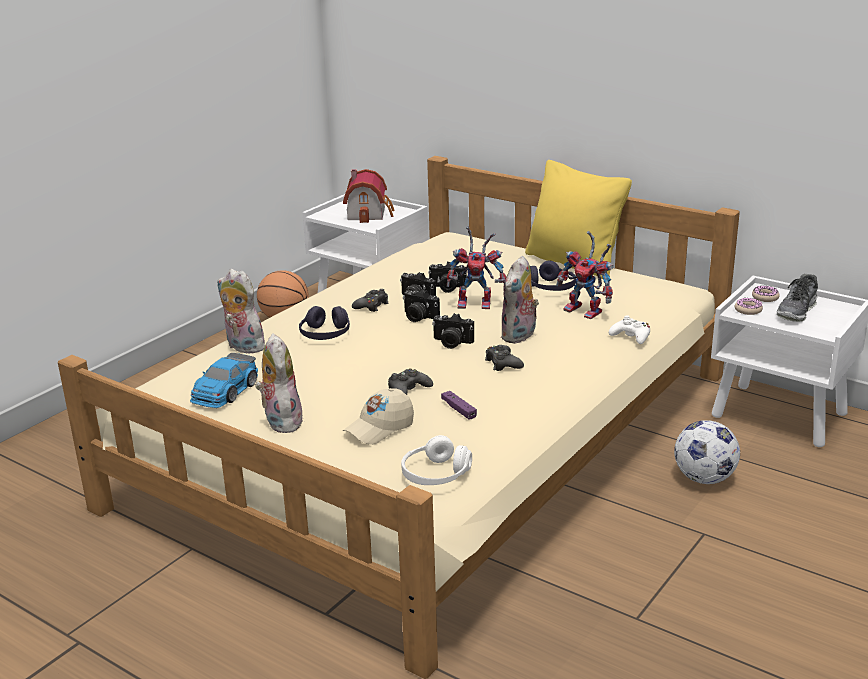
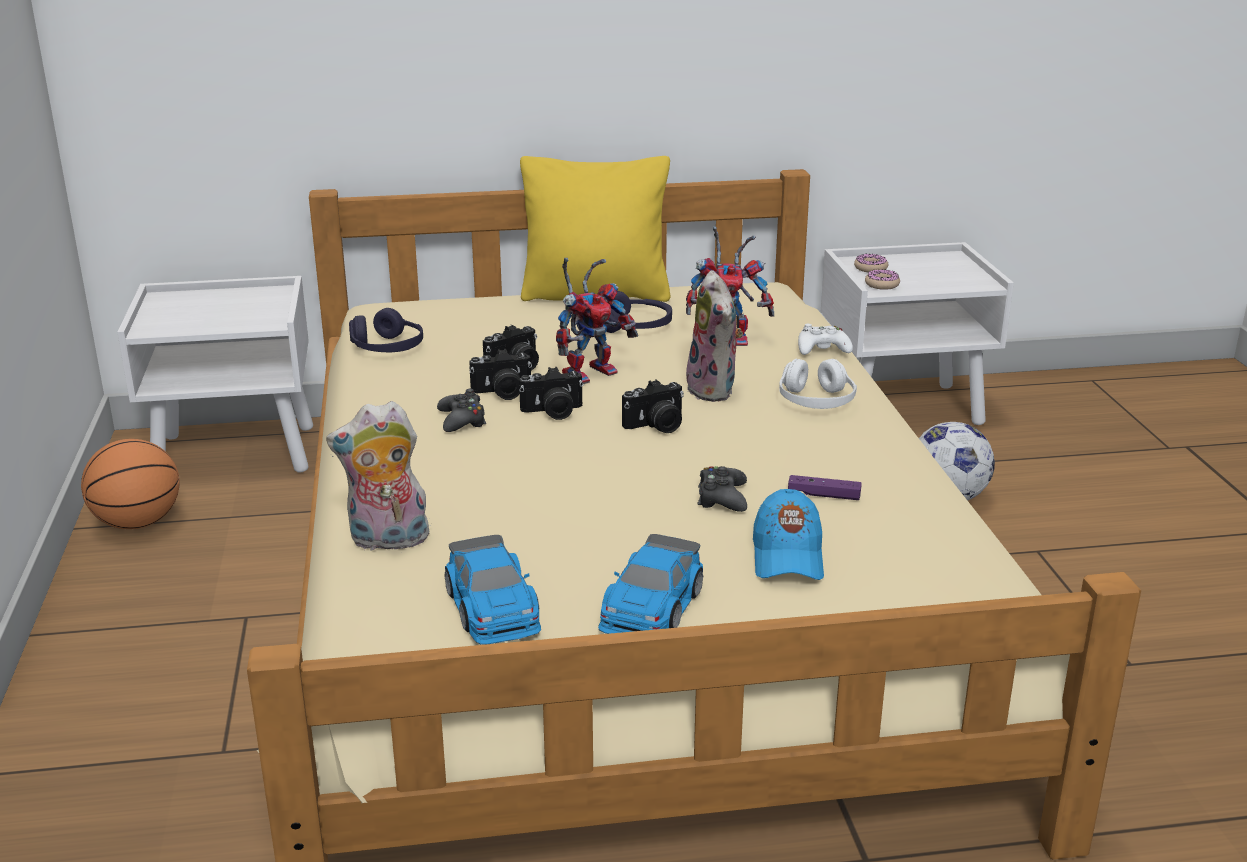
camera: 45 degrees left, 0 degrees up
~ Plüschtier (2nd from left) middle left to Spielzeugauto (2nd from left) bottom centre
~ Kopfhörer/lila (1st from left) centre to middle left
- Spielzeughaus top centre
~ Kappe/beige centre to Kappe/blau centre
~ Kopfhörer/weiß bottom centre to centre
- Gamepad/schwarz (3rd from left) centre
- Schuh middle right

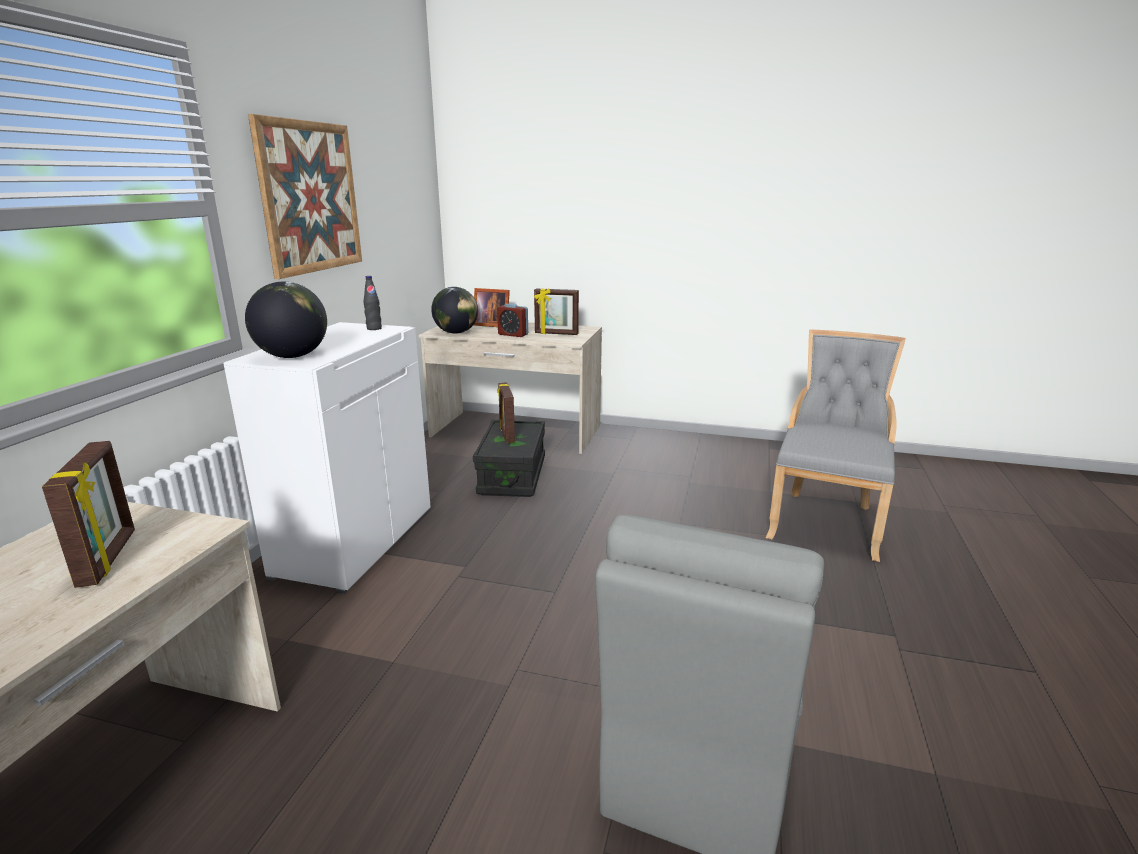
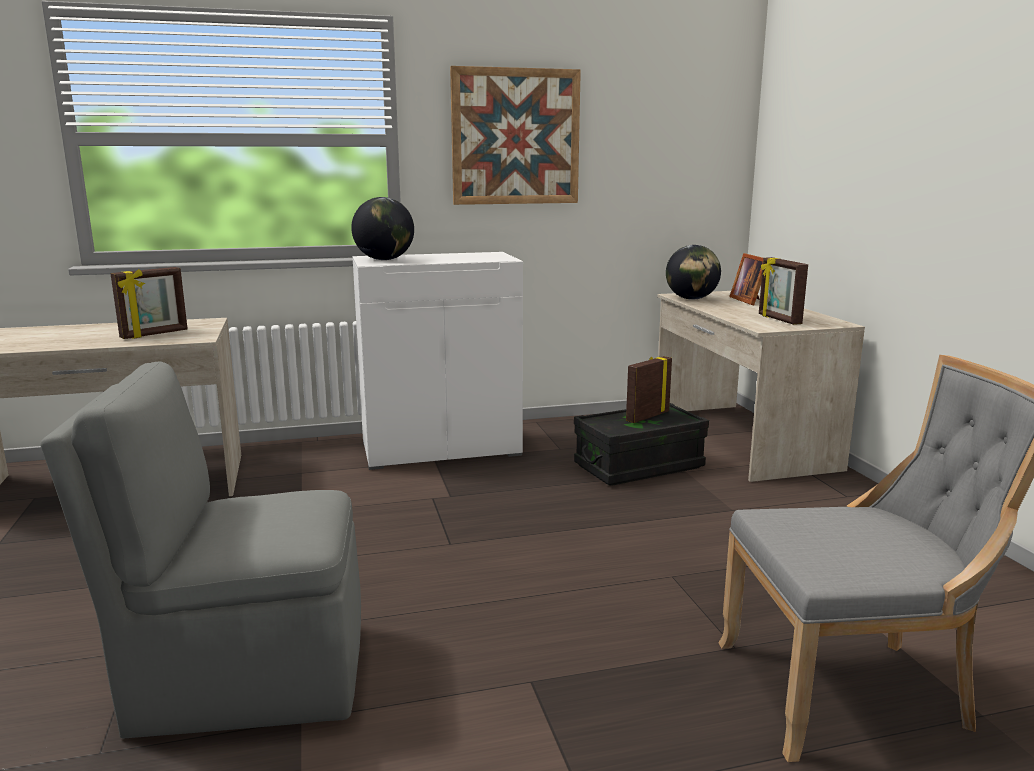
camera: 60 degrees right, 5 degrees down
- Flasche/schwarz middle left
- Wecker centre

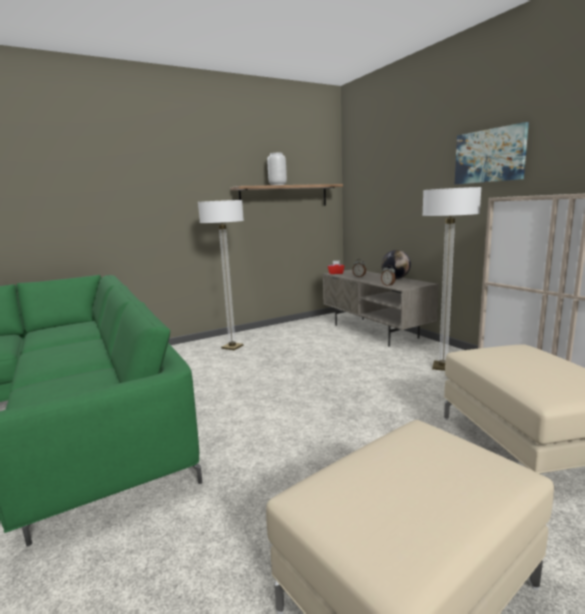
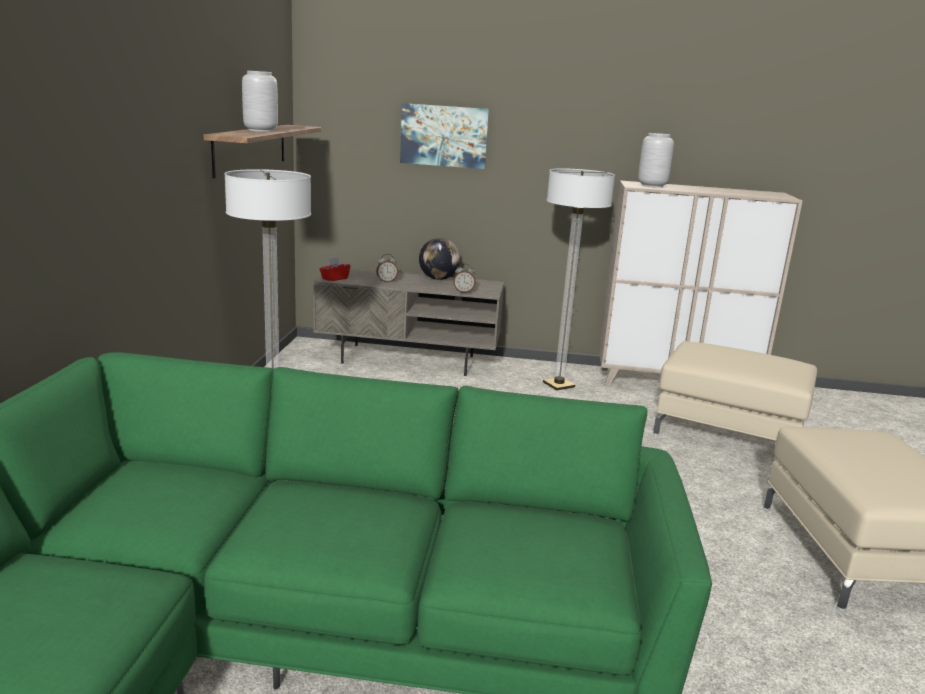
camera: 55 degrees left, 5 degrees up
~ Bild top right to top centre
+ Vase/grau (2nd from left) top right

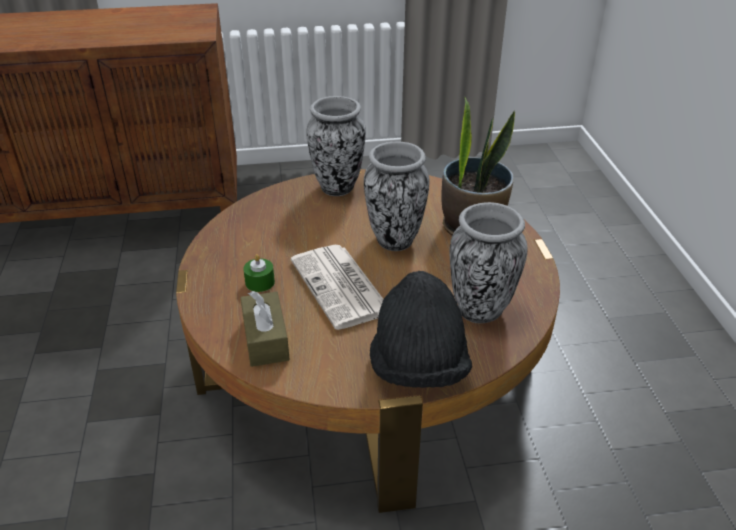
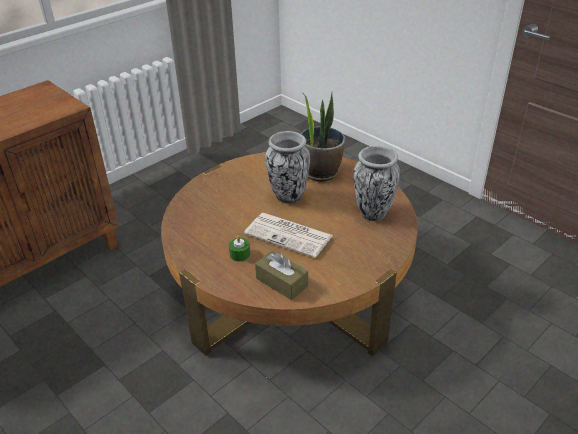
camera: 35 degrees left, 0 degrees up
- Vase (1st from left) top centre
- Hut/schwarz centre

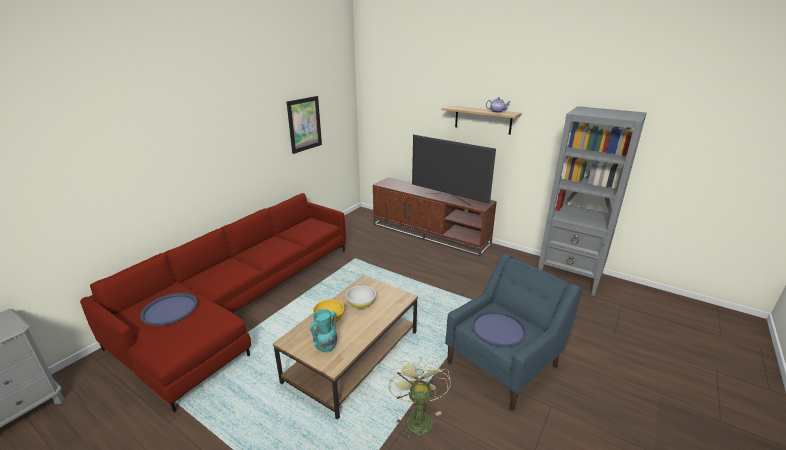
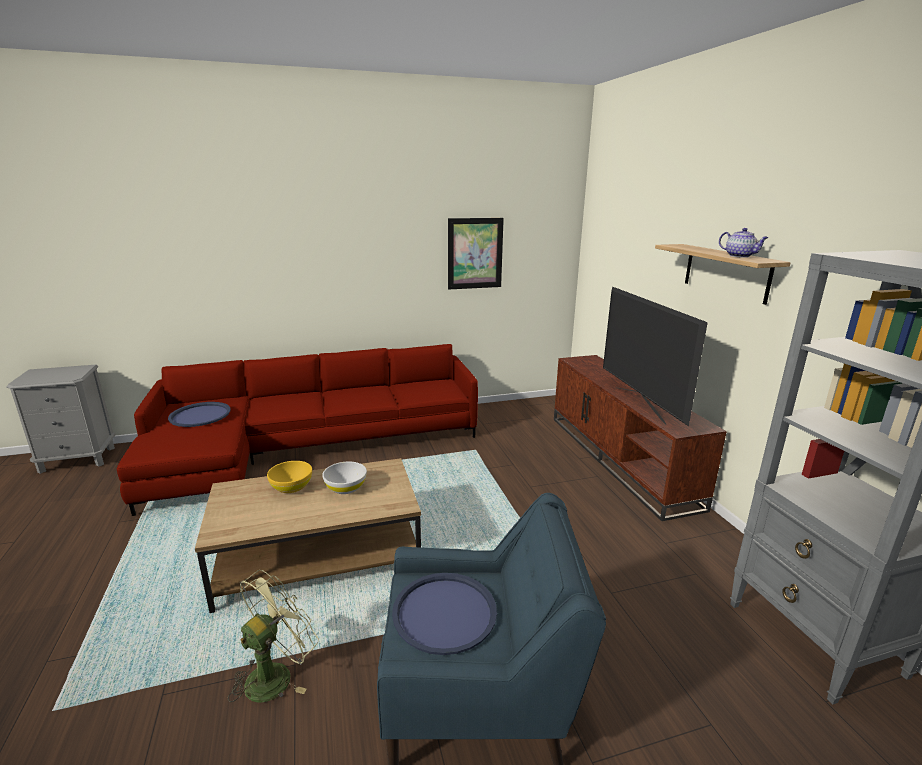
camera: 40 degrees right, 5 degrees down
- Vase/türkis bottom centre

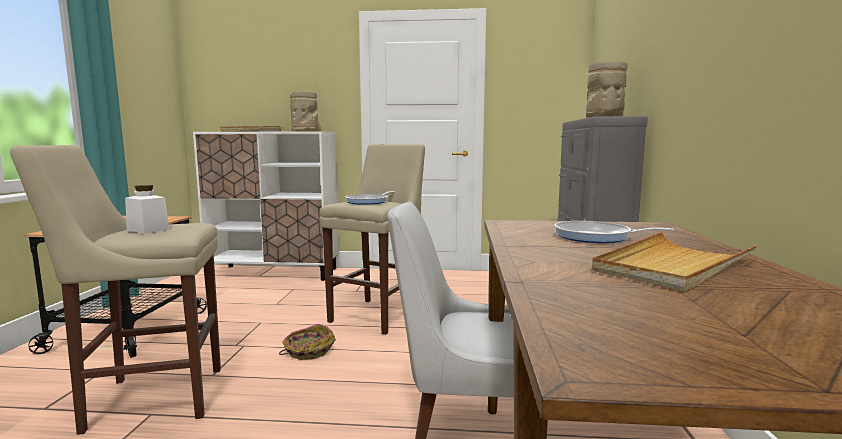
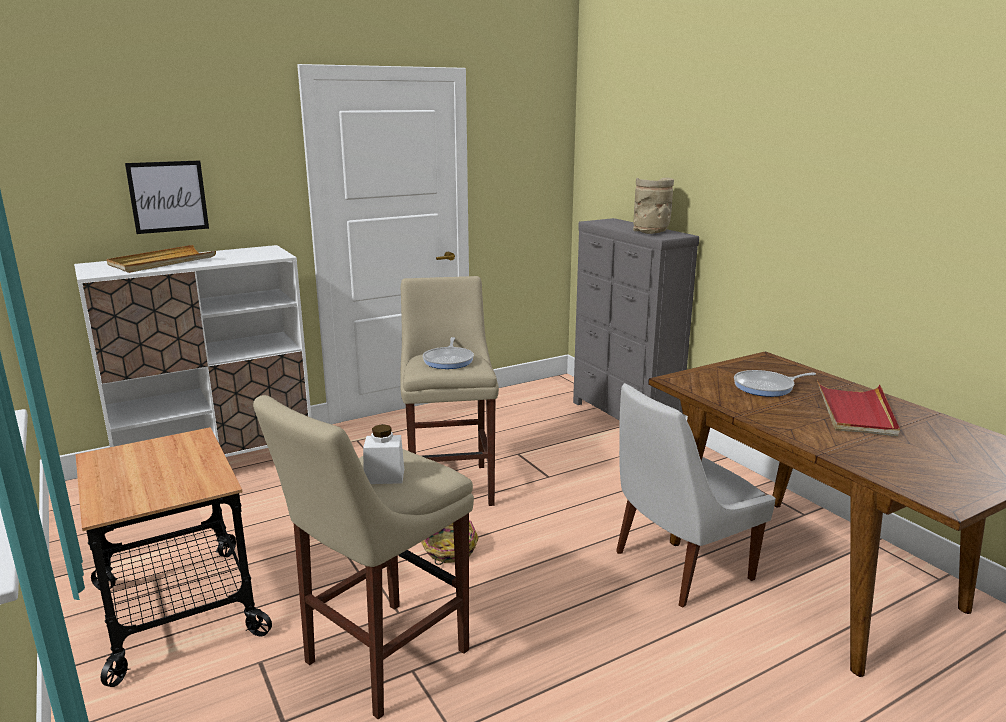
camera: 35 degrees left, 10 degrees up
- Vase/beige (1st from left) top centre
~ Tablett/beige (2nd from left) middle right to Tablett/rot middle right
+ Bild top left

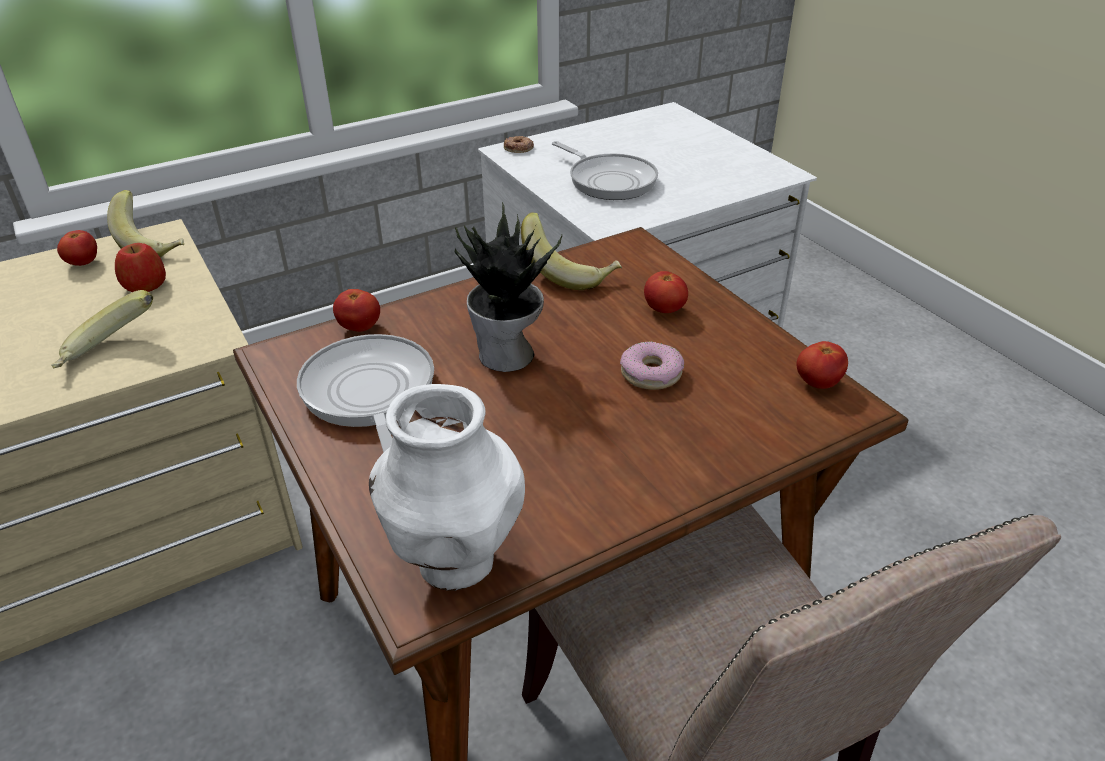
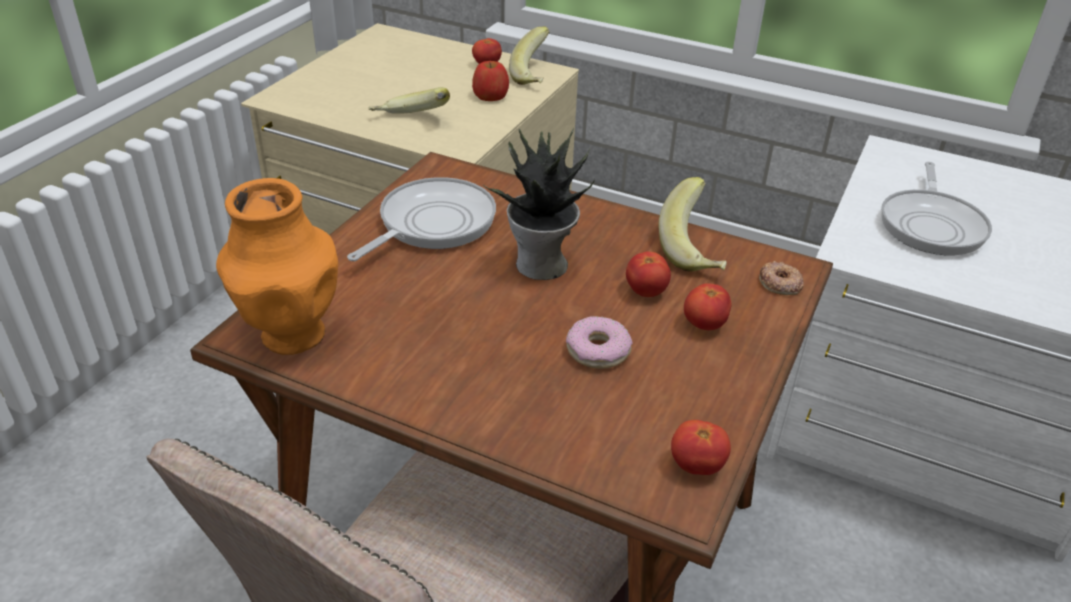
camera: 55 degrees right, 0 degrees up
~ Tomate (2nd from left) middle left to centre
~ Vase/weiß centre to Vase/orange middle left
~ Donut (1st from left in the first image) top centre to Donut (2nd from left) middle right

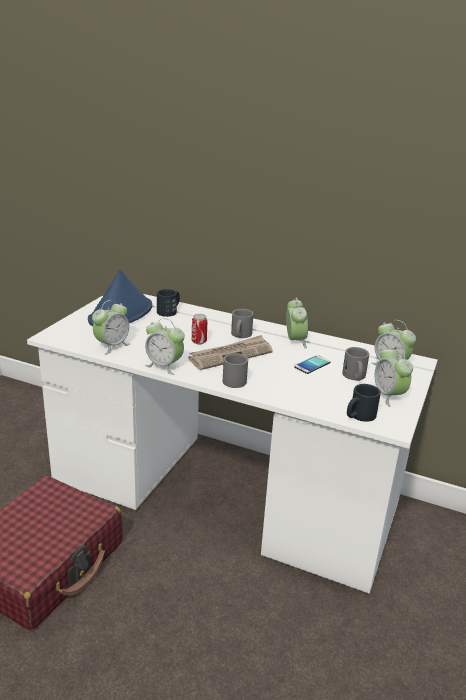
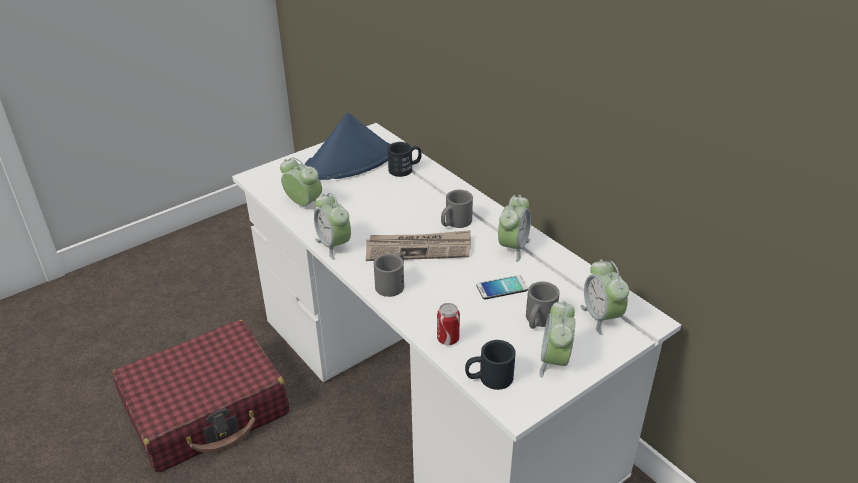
camera: 30 degrees right, 10 degrees up
~ Wecker (1st from left) middle left = centre 120 degrees counterclockwise
~ Dose centre to bottom centre

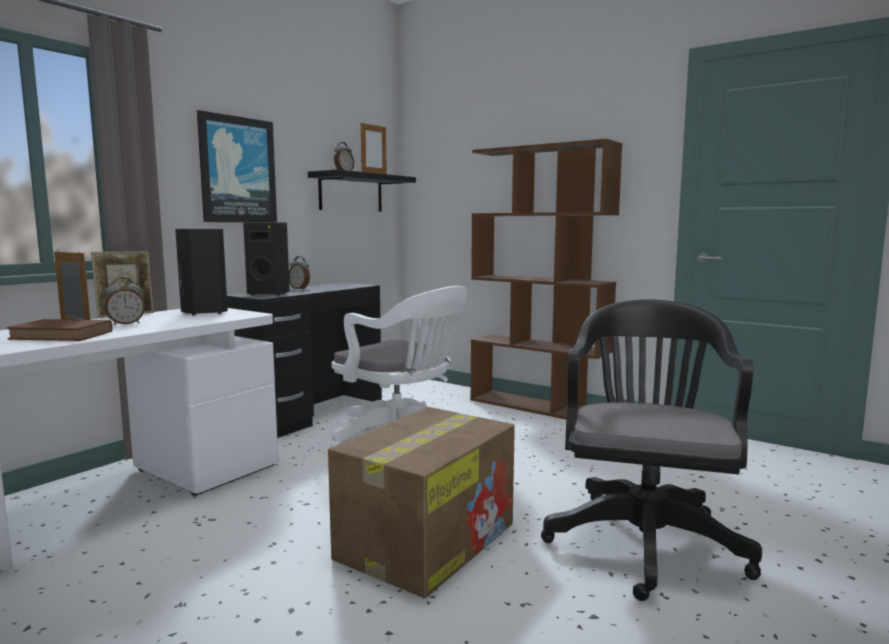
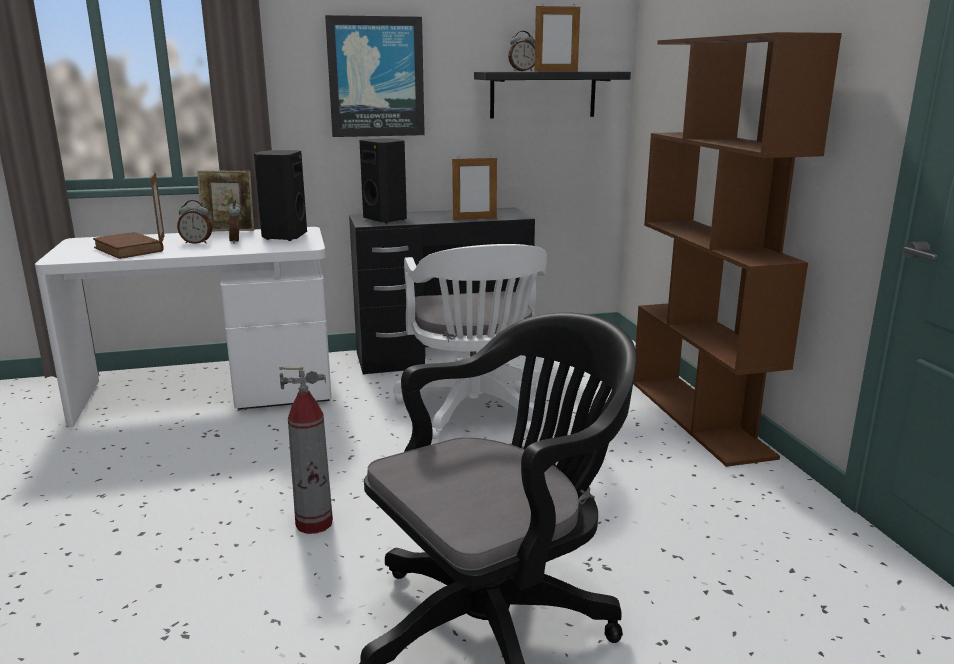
camera: 40 degrees right, 10 degrees up
~ Wecker (2nd from left) centre to top left
~ Karton bottom centre to Feuerlöscher bottom left
+ Bilderrahmen (3rd from left) top centre

